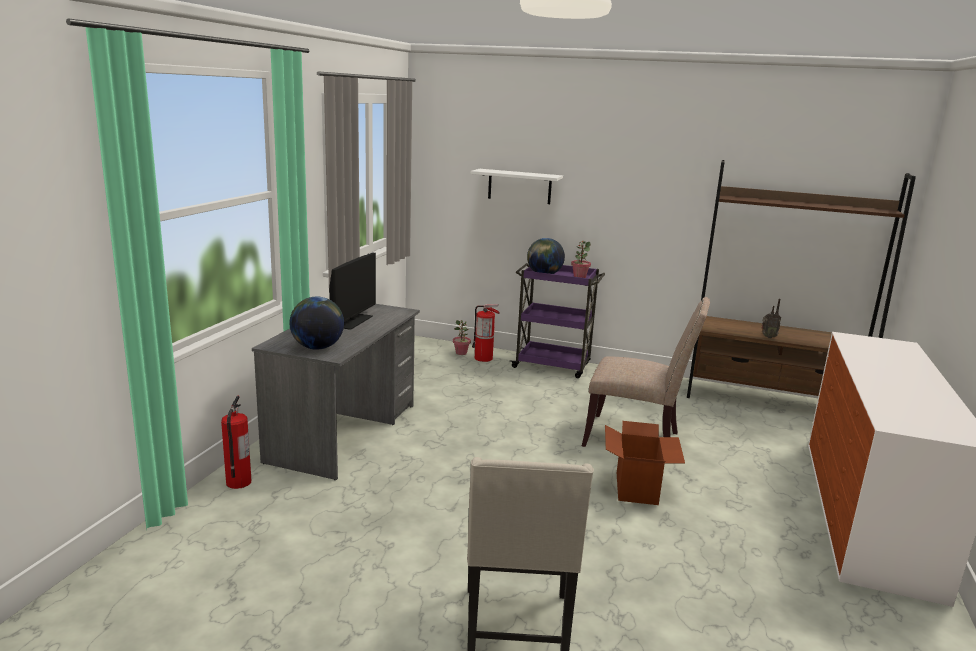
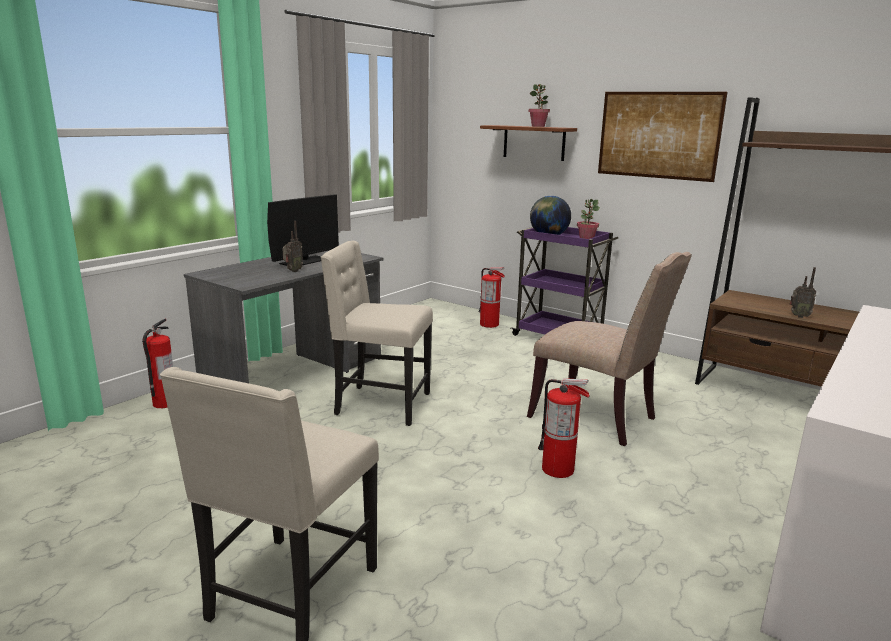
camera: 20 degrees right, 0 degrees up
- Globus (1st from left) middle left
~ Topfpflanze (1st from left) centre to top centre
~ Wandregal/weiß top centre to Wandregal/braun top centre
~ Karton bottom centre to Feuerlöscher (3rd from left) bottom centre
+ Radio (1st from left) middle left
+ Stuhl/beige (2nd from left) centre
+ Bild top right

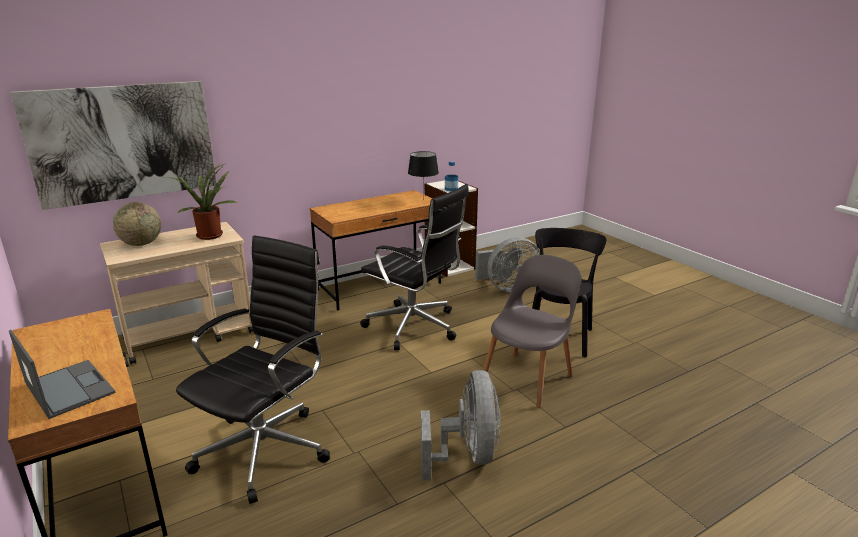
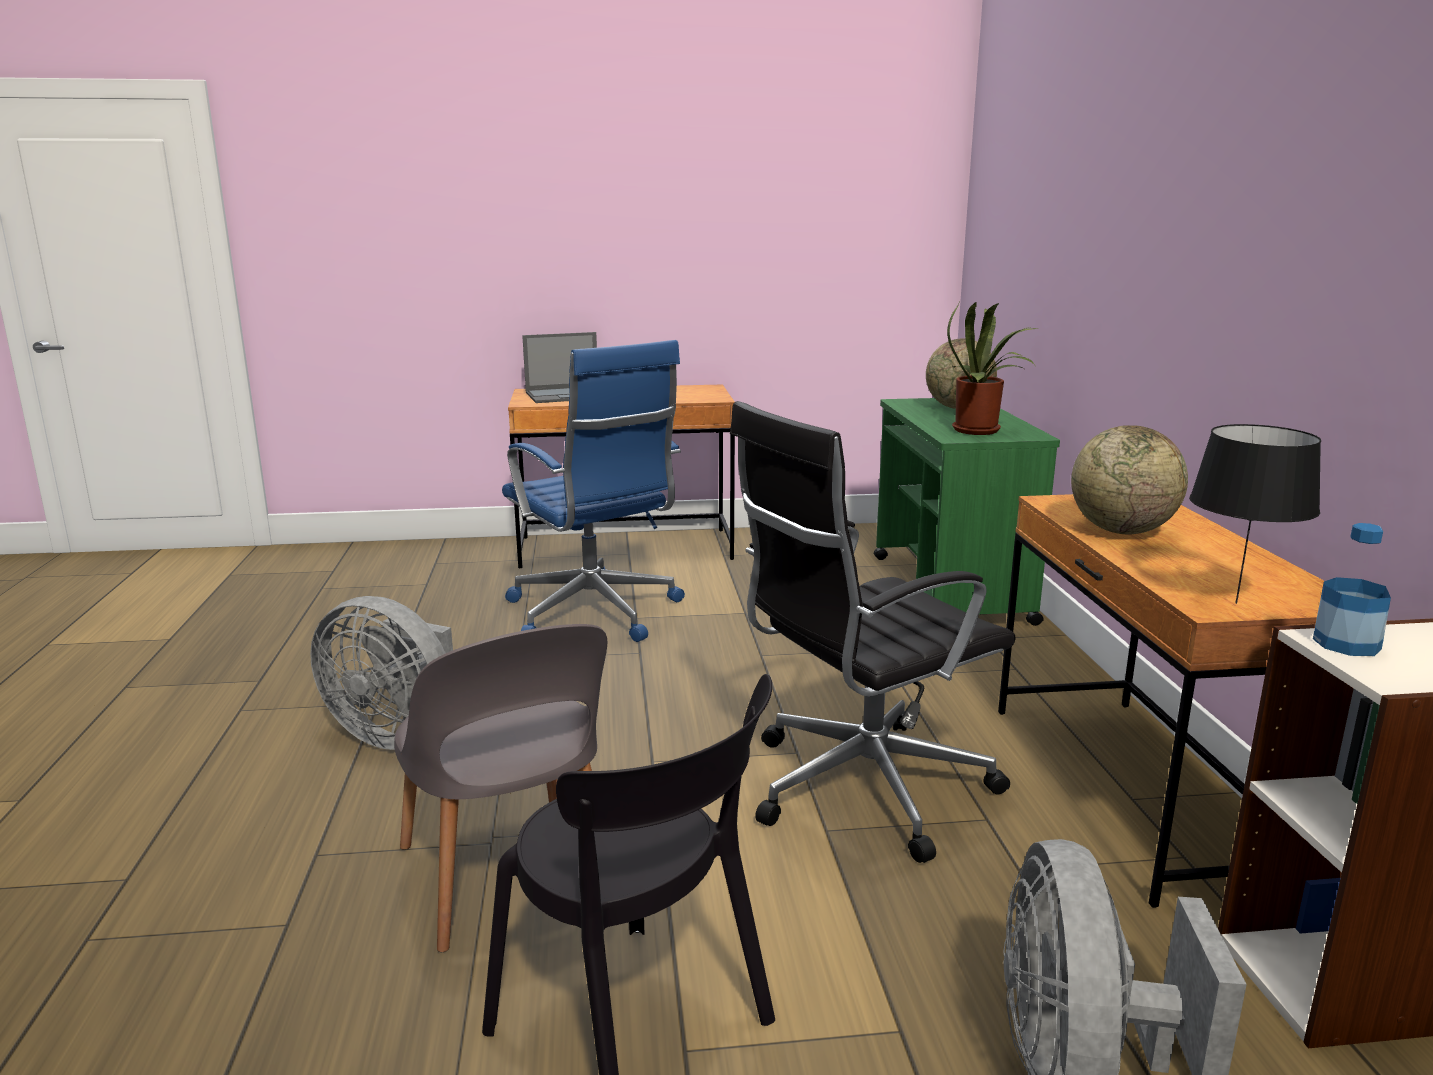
camera: 115 degrees right, 5 degrees down
- Bild top left
~ Rollwagen/beige middle left to Rollwagen/grün middle right
~ Bürostuhl/schwarz (1st from left) bottom left to Bürostuhl/blau centre
+ Globus (2nd from left) middle right

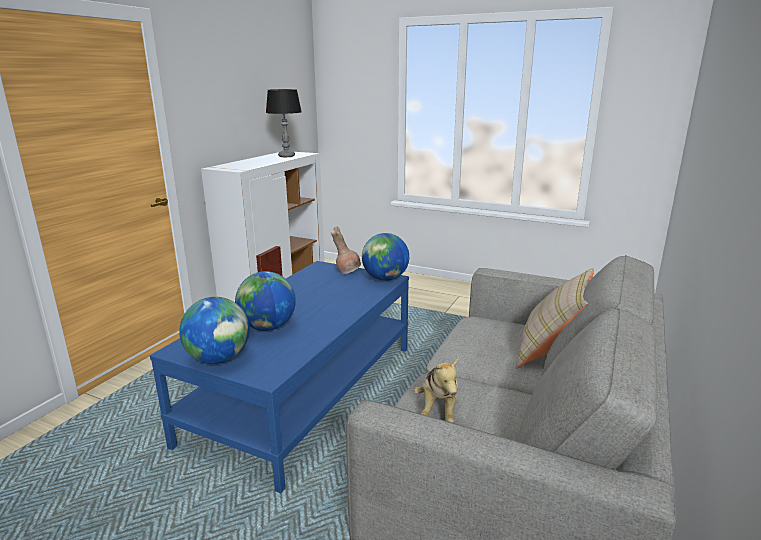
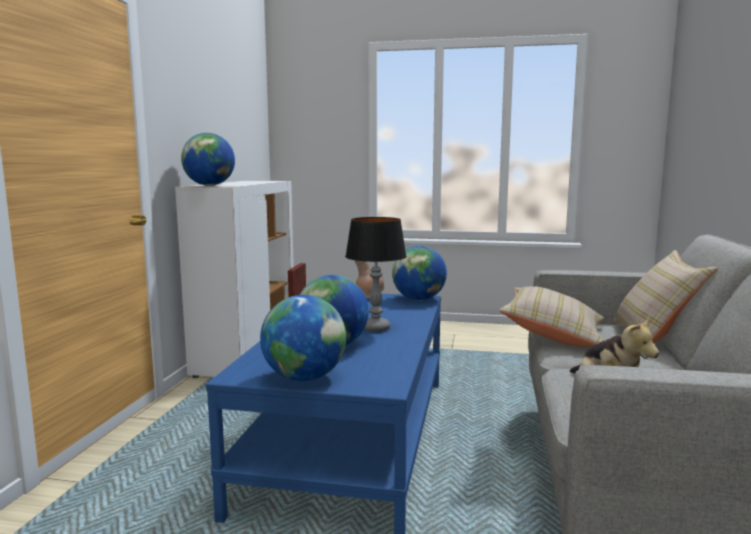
camera: 15 degrees left, 10 degrees down
~ Tischlampe top centre to centre
+ Globus (1st from left) top left
+ Kissen/beige (1st from left) middle right

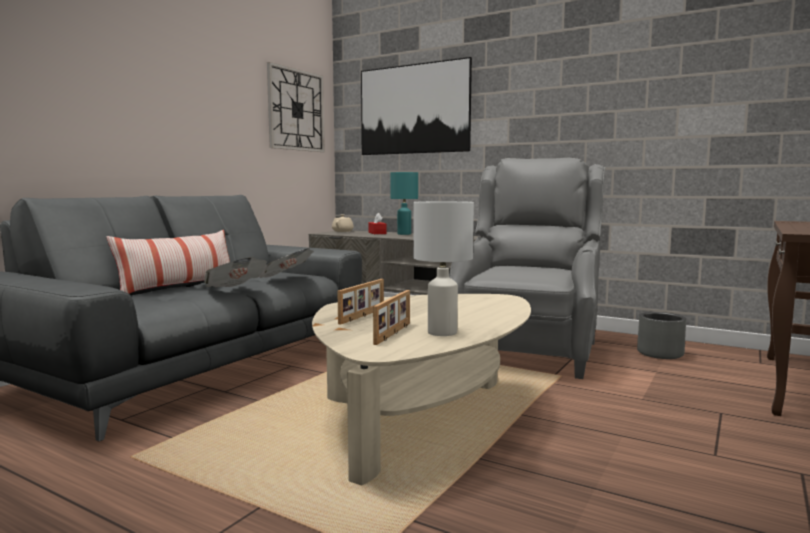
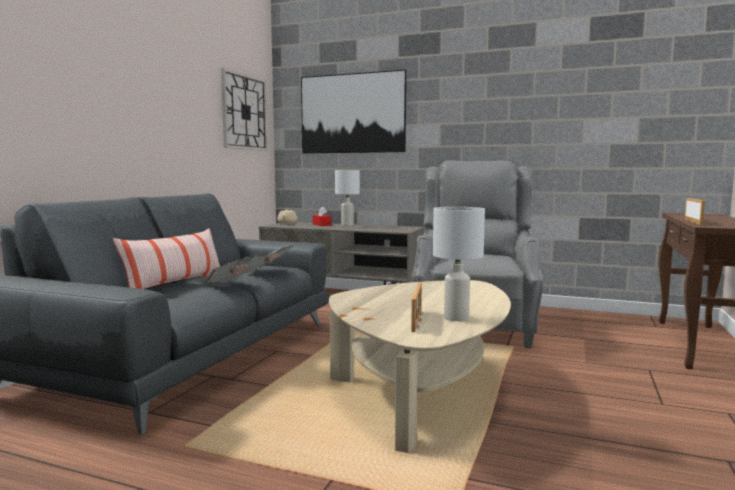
camera: 10 degrees left, 0 degrees up
~ Bilderrahmen (1st from left in the first image) centre to Bilderrahmen (2nd from left) middle right
~ Tischlampe/türkis centre to Tischlampe/weiß (1st from left) centre
- Pflanzkübel/grau middle right

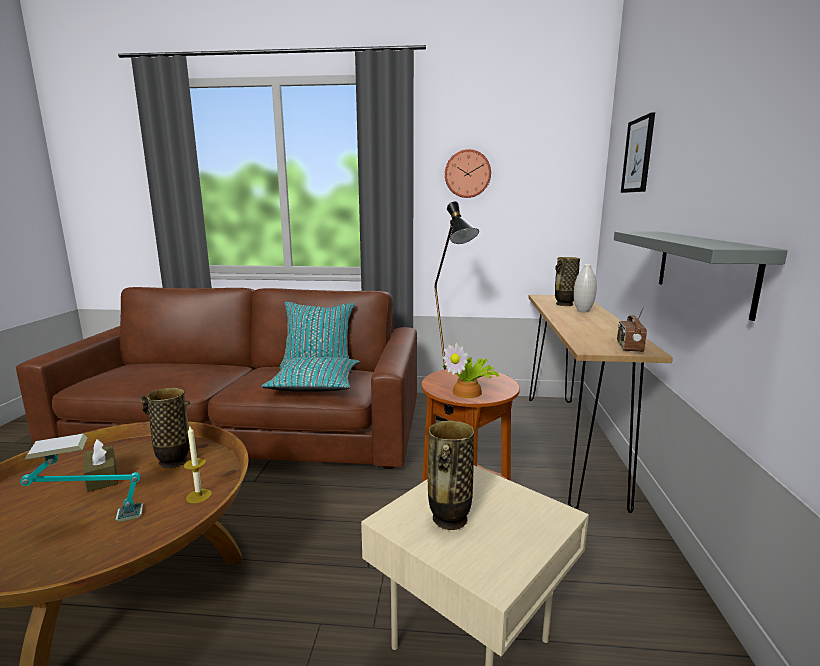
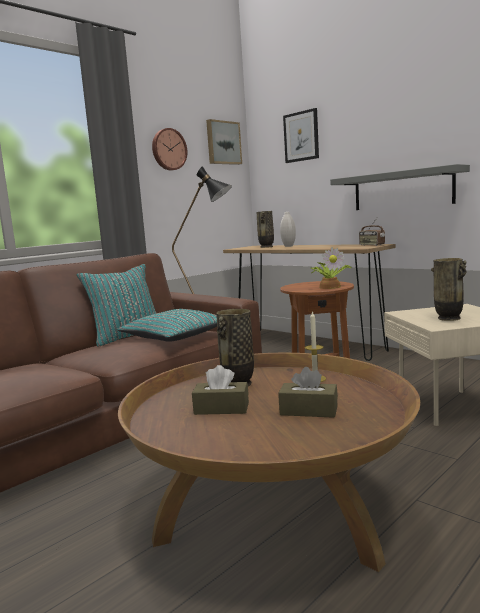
camera: 50 degrees left, 5 degrees down
~ Tischlampe bottom left to Taschentuchbox/braun (2nd from left) centre
+ Bild (1st from left) top centre

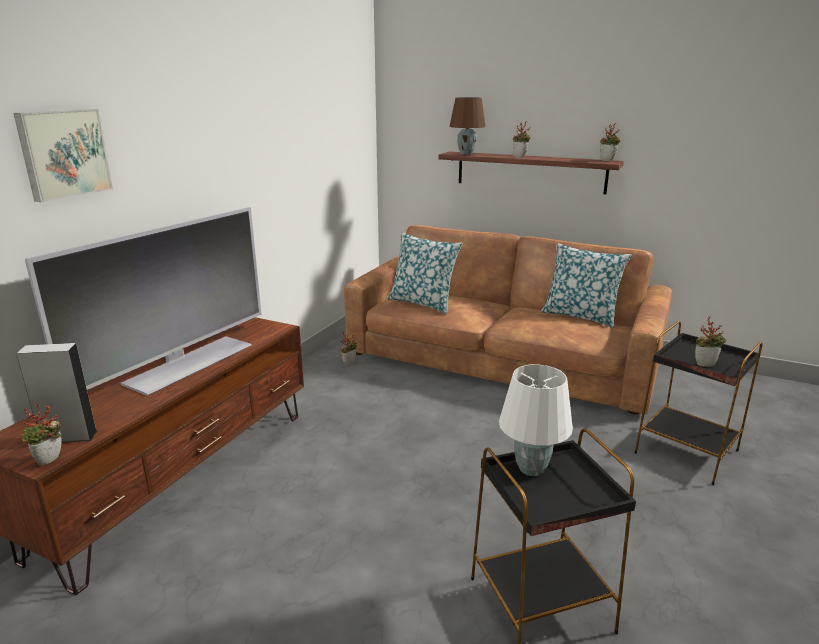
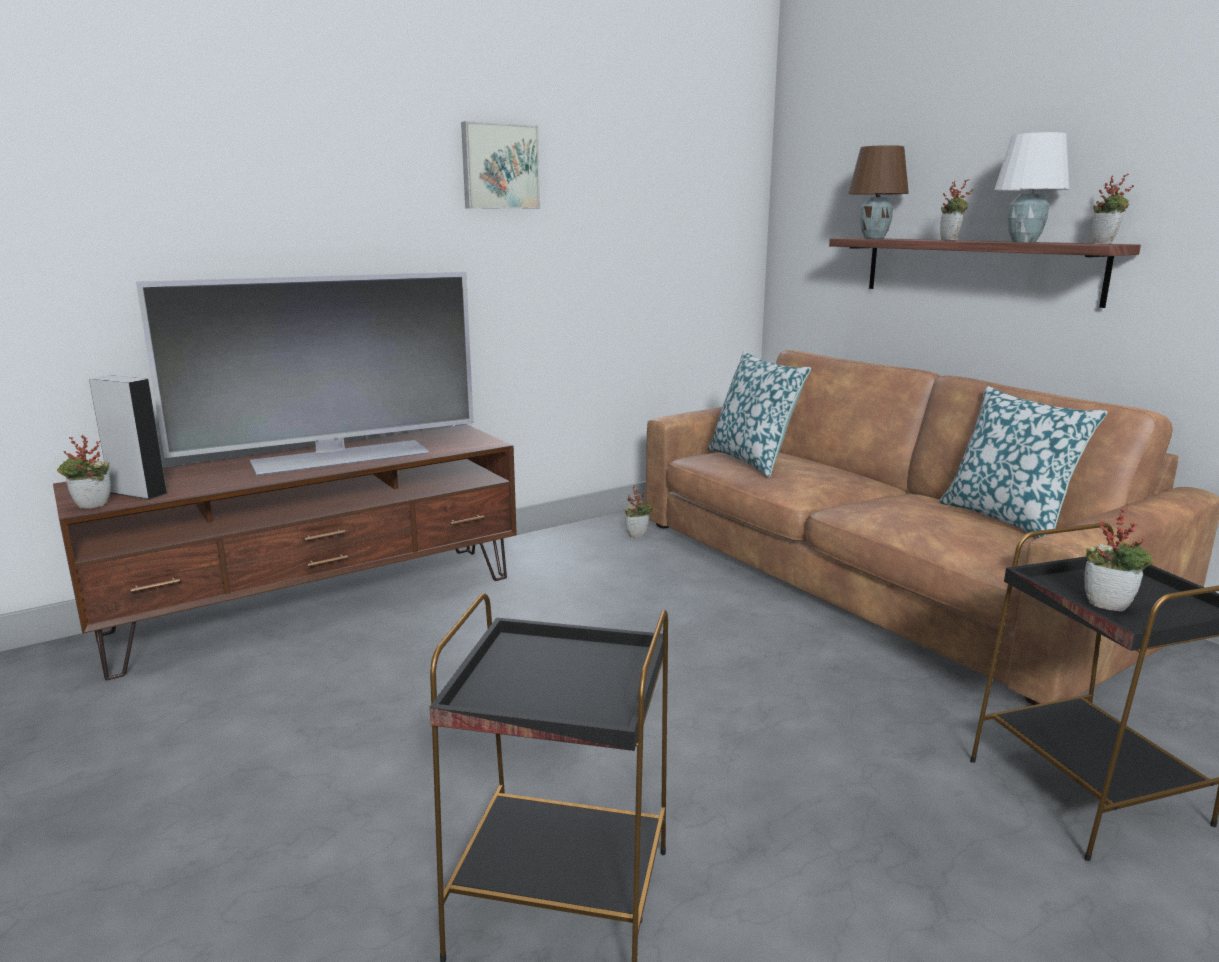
camera: 30 degrees right, 5 degrees down
~ Bild top left to top centre
~ Tischlampe/weiß centre to top right

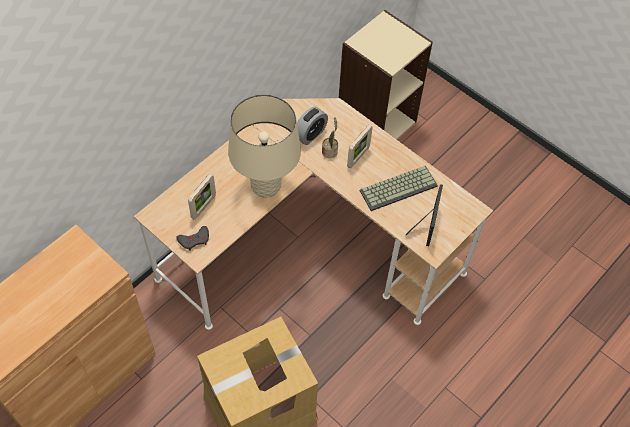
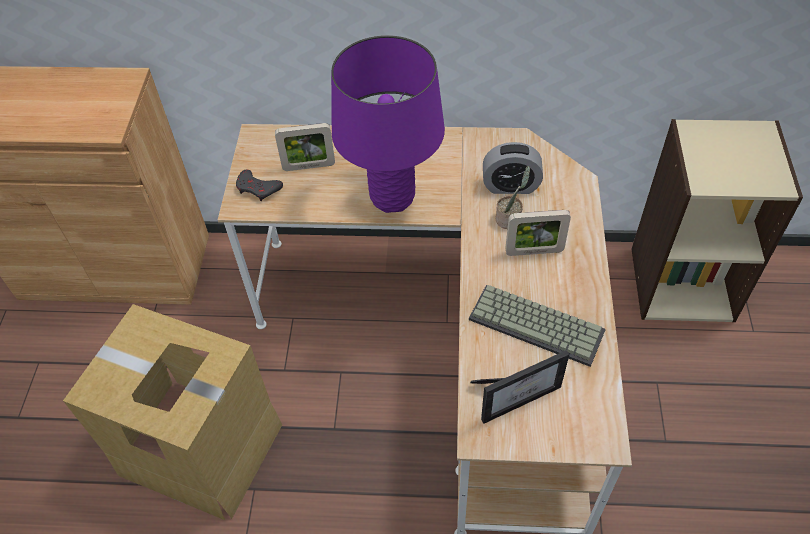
camera: 55 degrees right, 5 degrees down
~ Tischlampe/beige centre to Tischlampe/lila top centre

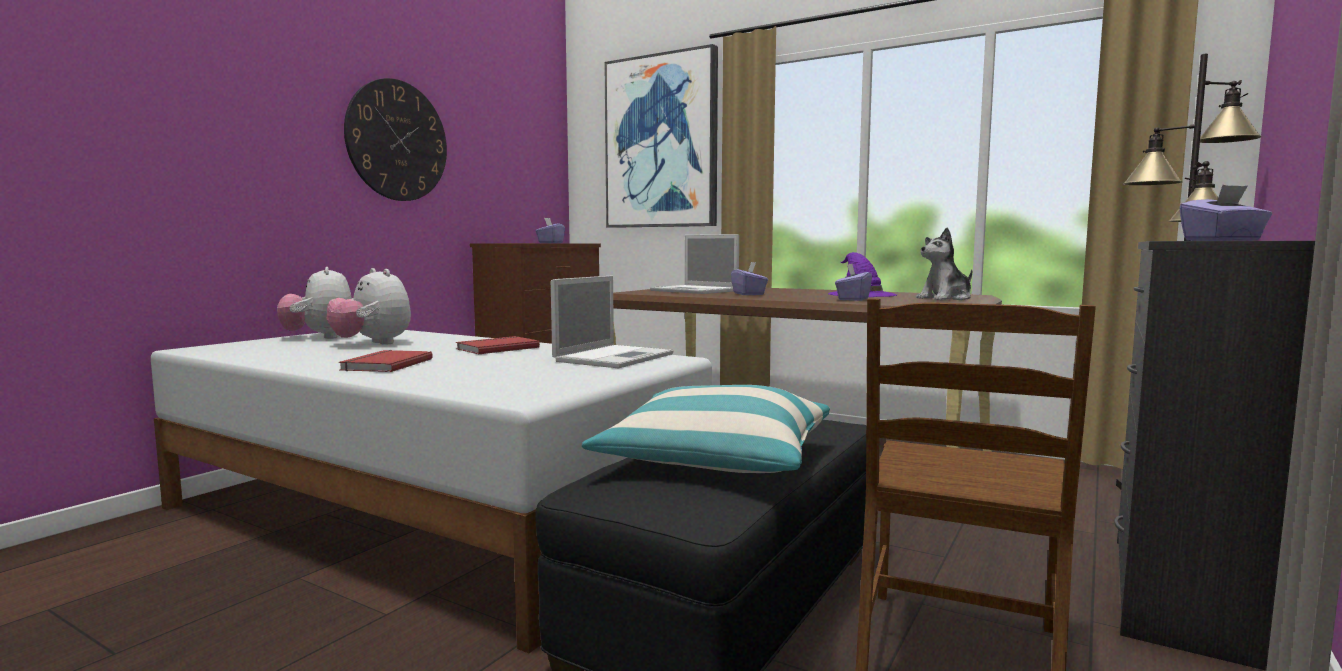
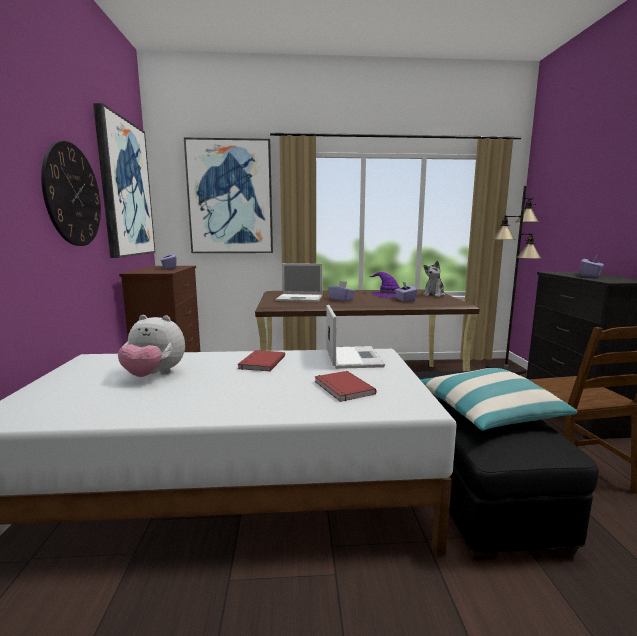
camera: 35 degrees left, 5 degrees up
- Plüschtier (1st from left) middle left
~ Buch/rot (1st from left in the first image) middle left to Buch/rot (2nd from left) centre
+ Bild (1st from left) top left

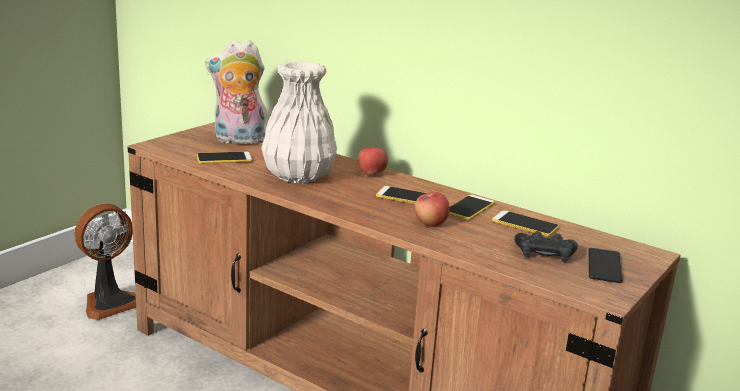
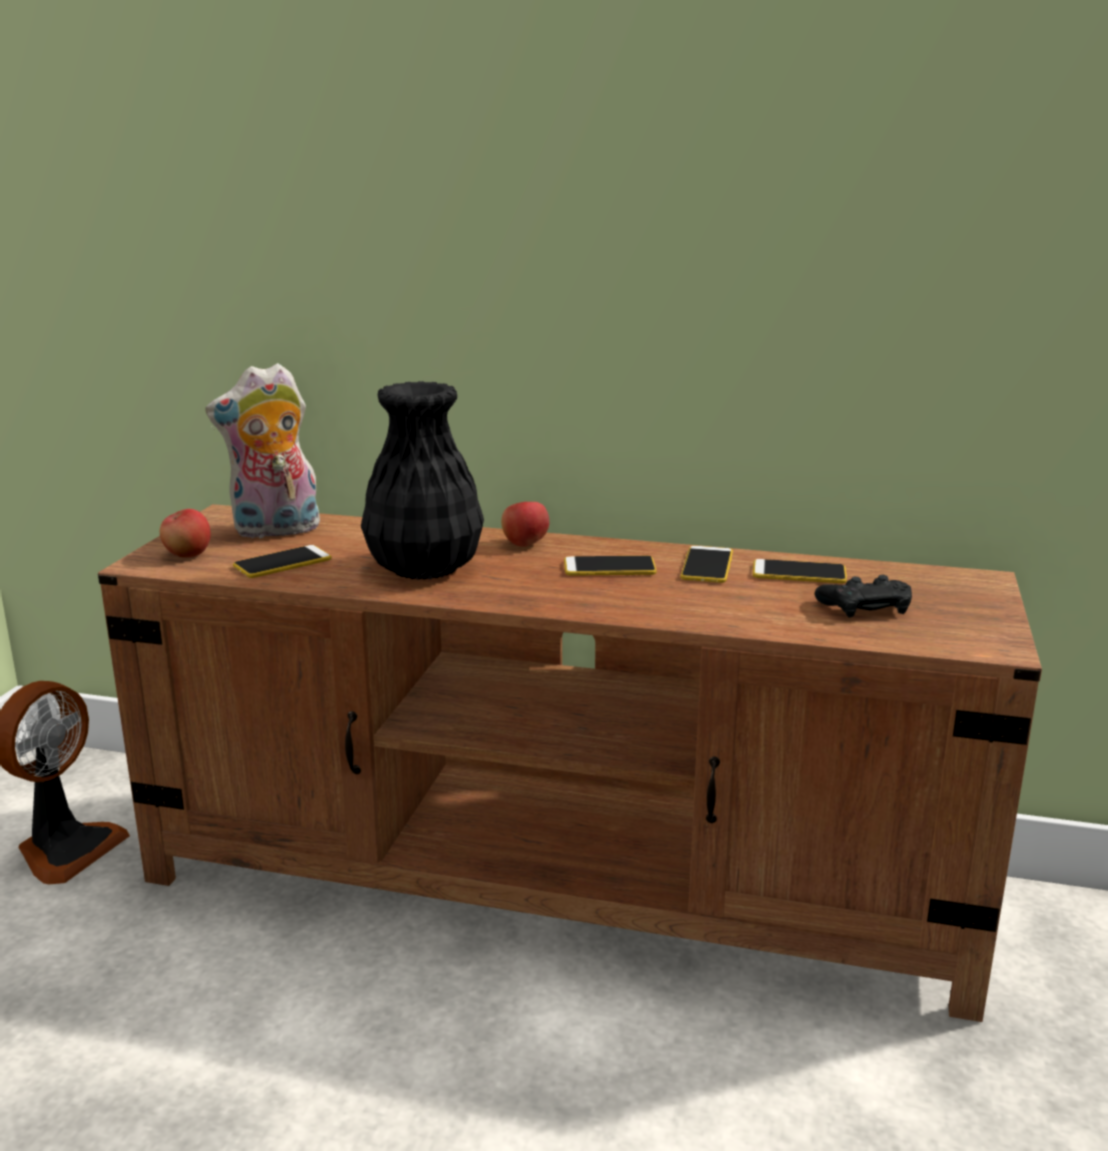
camera: 20 degrees left, 0 degrees up
~ Vase/weiß top centre to Vase/schwarz centre
~ Apfel (2nd from left in the first image) centre to Apfel (1st from left) middle left
- Handy (5th from left) bottom right

